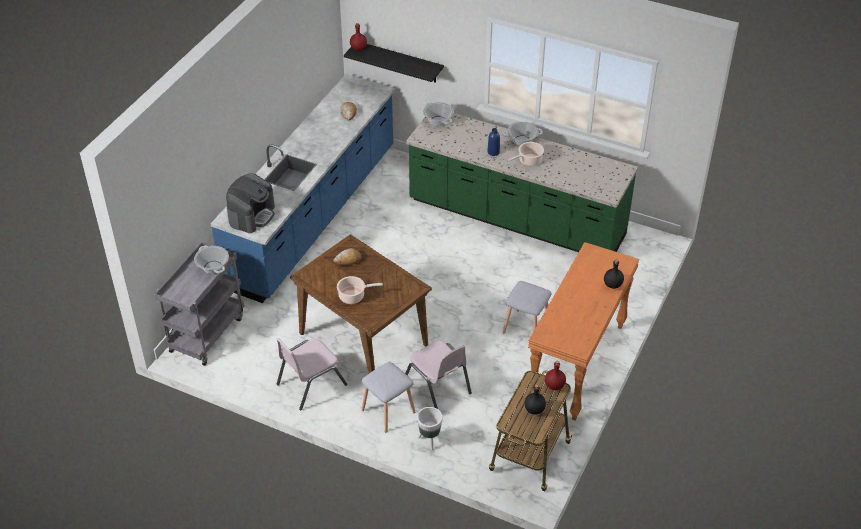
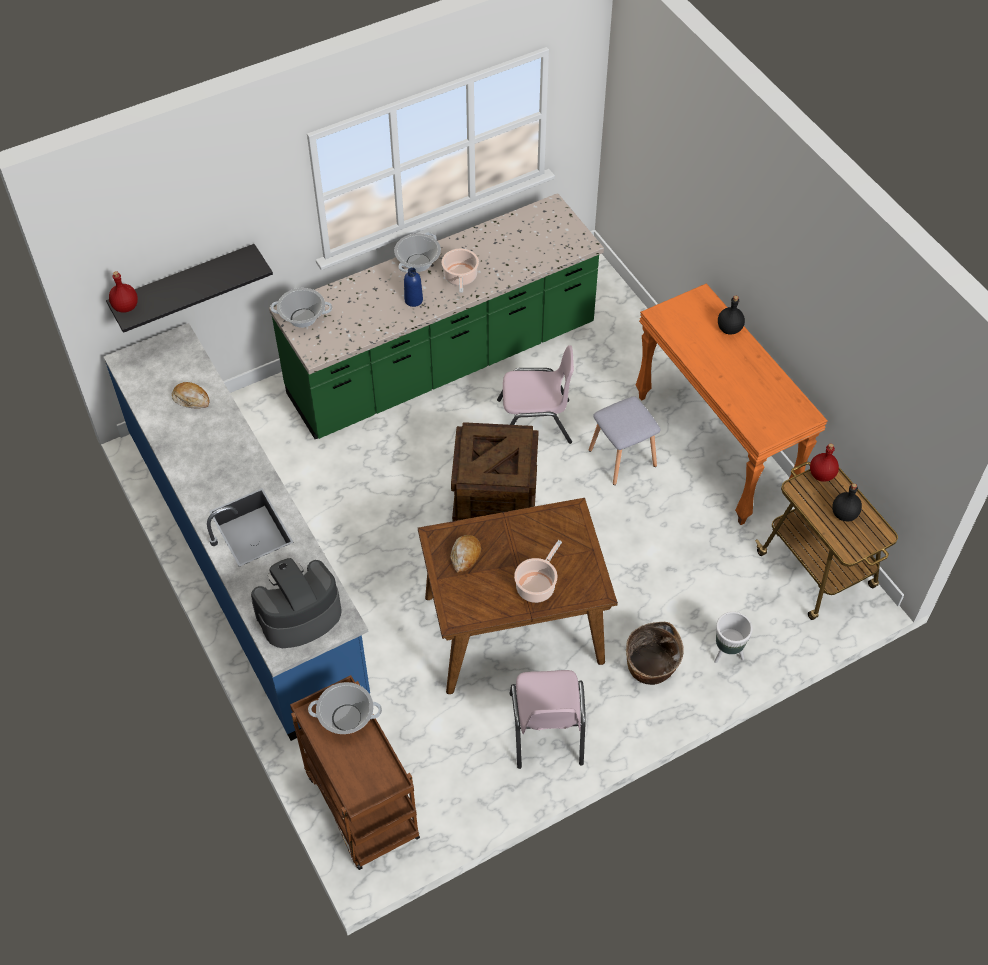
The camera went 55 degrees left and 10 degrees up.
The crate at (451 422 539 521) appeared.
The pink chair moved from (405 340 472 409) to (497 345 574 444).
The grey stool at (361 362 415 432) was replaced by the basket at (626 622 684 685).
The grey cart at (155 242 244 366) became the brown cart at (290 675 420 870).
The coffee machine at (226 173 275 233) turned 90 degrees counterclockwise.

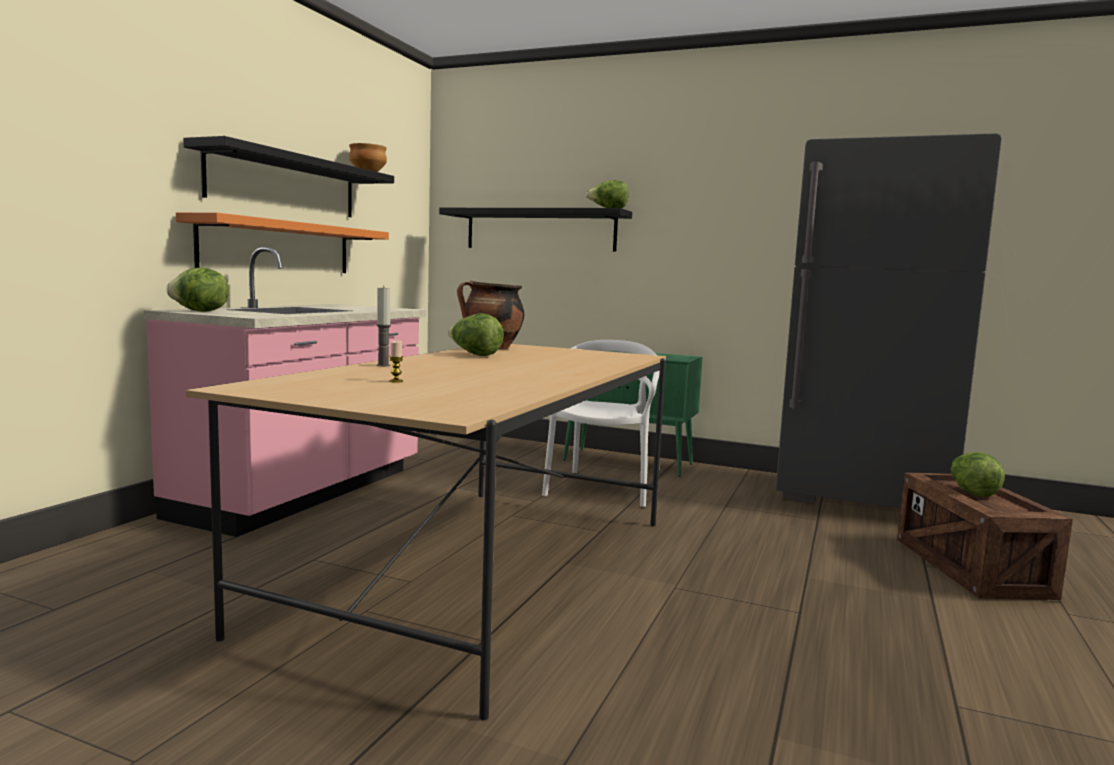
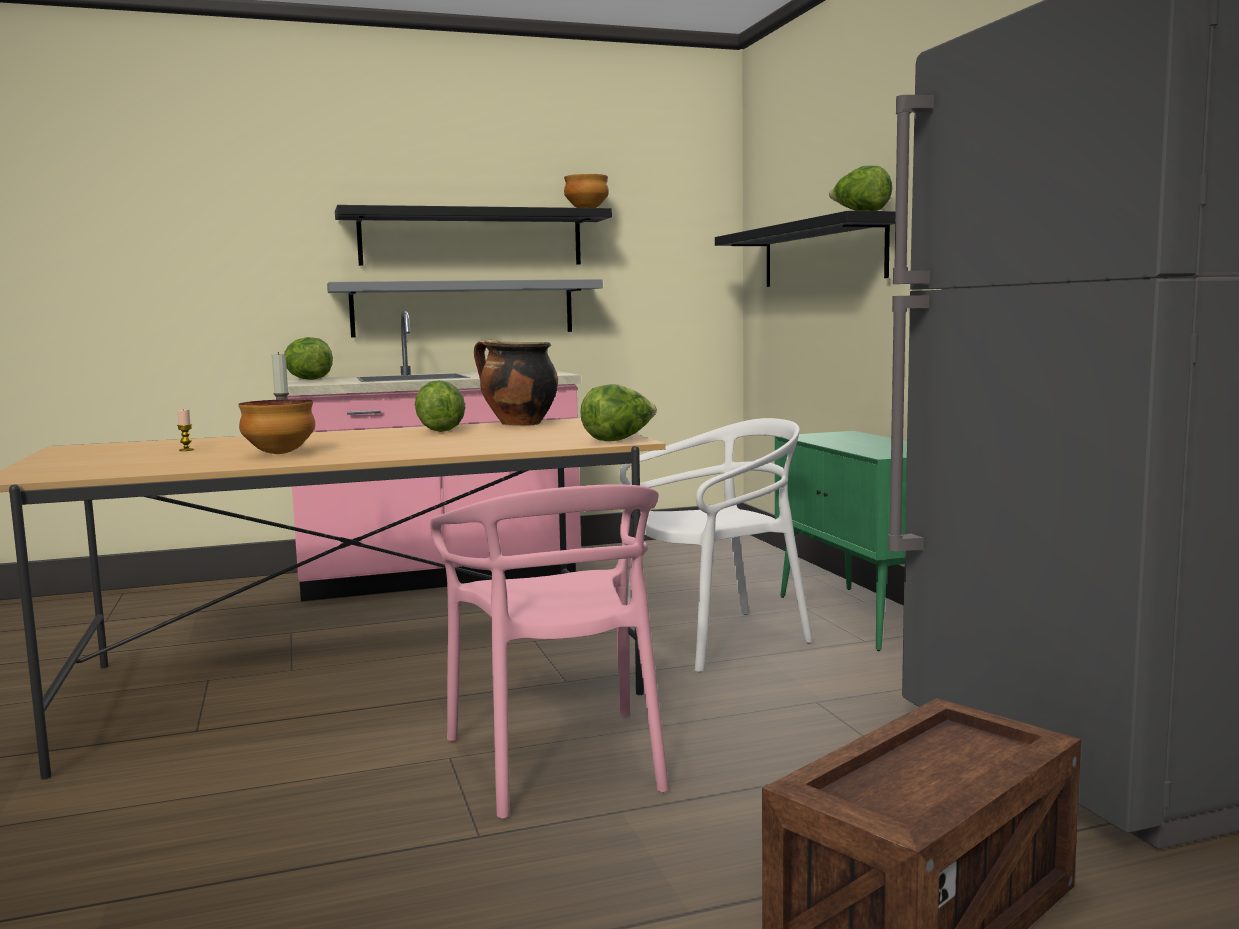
The camera went 50 degrees right and 0 degrees up.
The bowl at (238 399 315 454) appeared.
The pink chair at (430 484 668 819) appeared.
The lettuce moved from (951 452 1005 497) to (580 384 657 441).
The orange shelf at (176 212 389 273) became the grey shelf at (327 279 603 338).

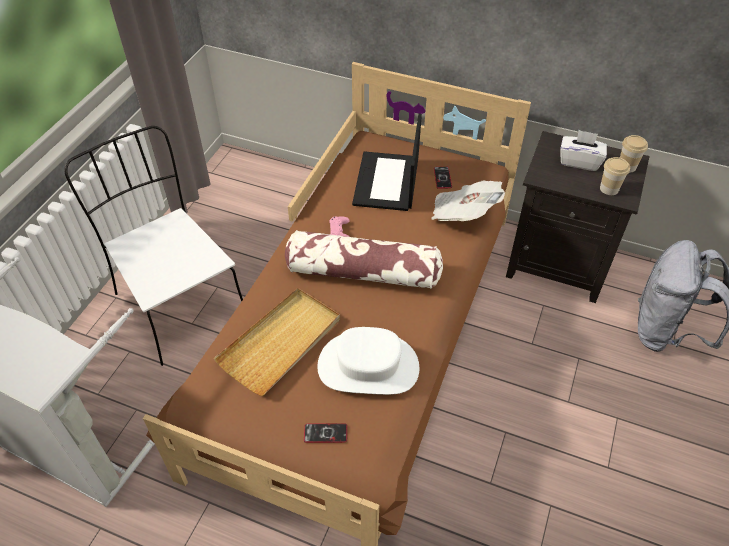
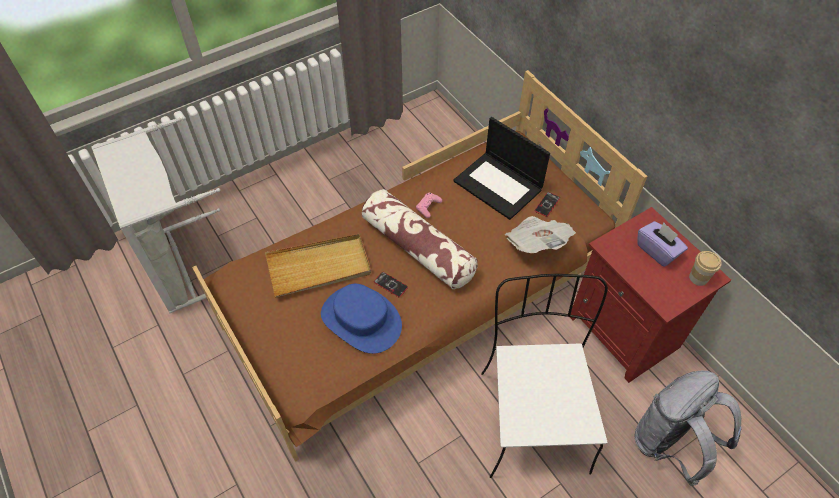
The camera went 35 degrees right and 5 degrees up.
The cup at (600 157 630 195) disappeared.
The white chair moved from (64 126 243 366) to (481 274 608 478).
The phone moved from (304 423 347 443) to (374 272 408 297).
The white hat at (317 327 419 395) became the blue hat at (321 284 402 354).
The black nightstand at (506 131 650 303) became the red nightstand at (570 207 731 383).
The white tissue box at (560 130 607 171) became the purple tissue box at (637 221 688 267).
The laptop at (352 113 422 211) turned 90 degrees counterclockwise.

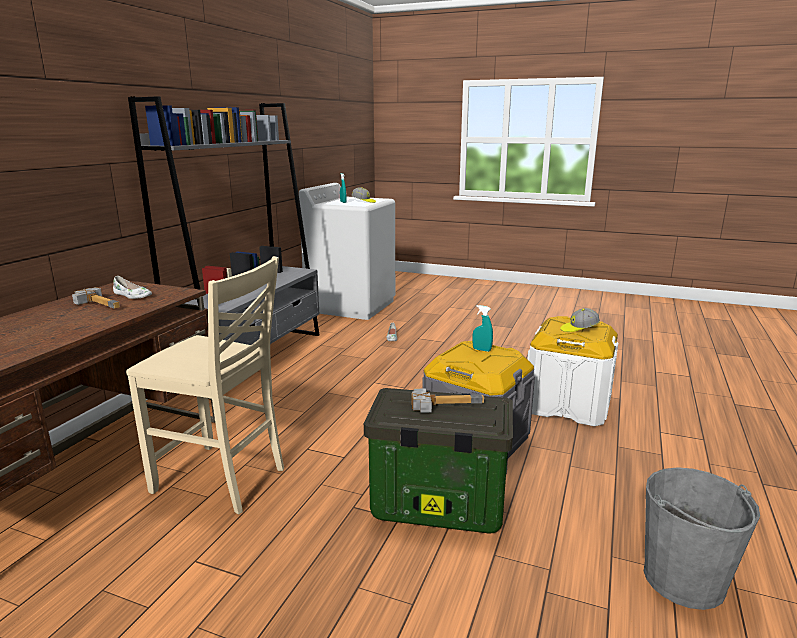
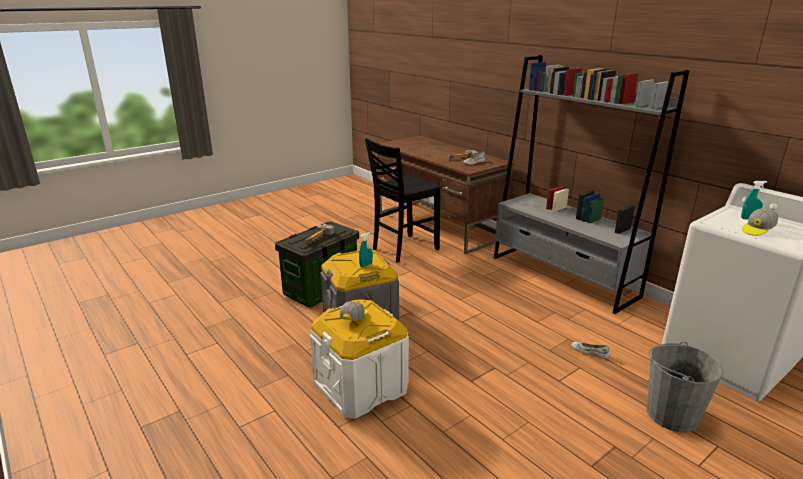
The camera went 120 degrees right and 5 degrees up.
The grey bucket moved from (644 467 760 610) to (646 342 723 432).
The beige chair at (126 256 284 514) became the black chair at (365 138 441 263).

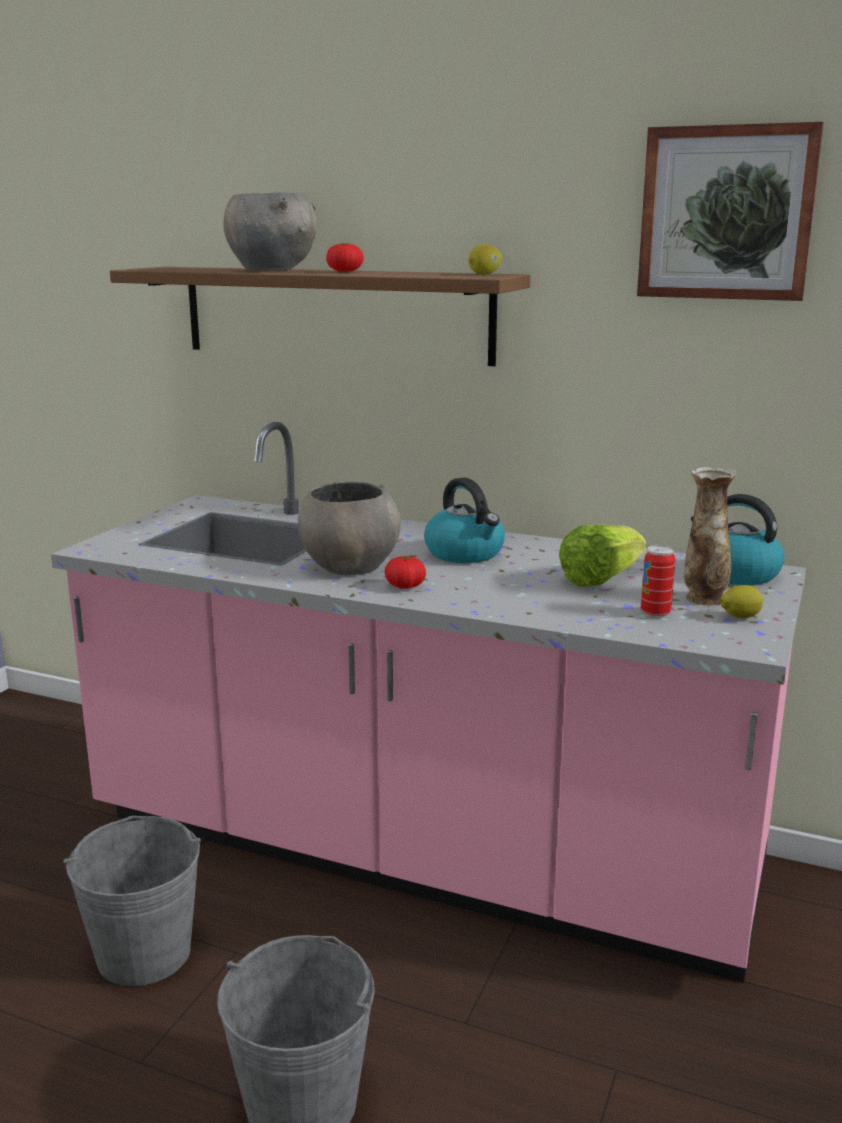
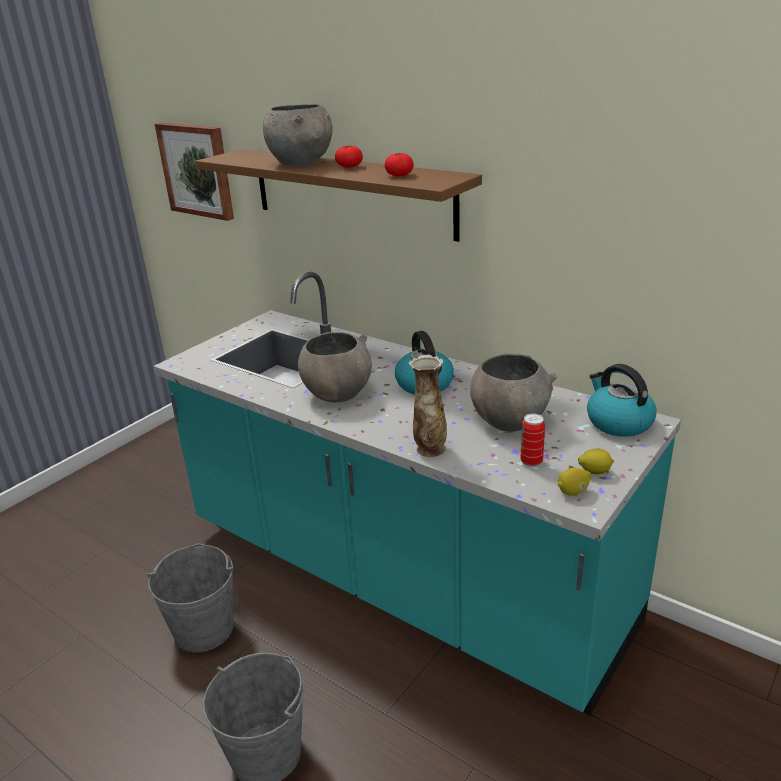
The camera went 15 degrees right and 10 degrees up.
The tomato moved from (385 556 426 589) to (385 153 414 177).
The lemon moved from (469 244 502 275) to (558 468 591 496).
The picture moved from (637 122 824 301) to (155 123 234 221).
The vase moved from (684 467 736 605) to (409 355 447 457).
The lettuce at (559 525 647 587) was replaced by the grey bowl at (470 354 558 432).
The pink counter at (51 422 806 983) became the turquoise counter at (153 272 681 715).

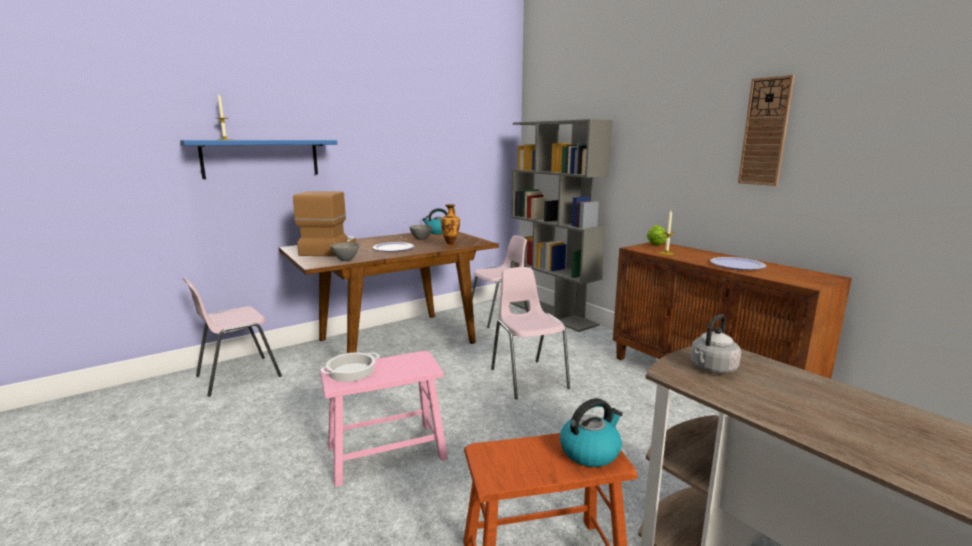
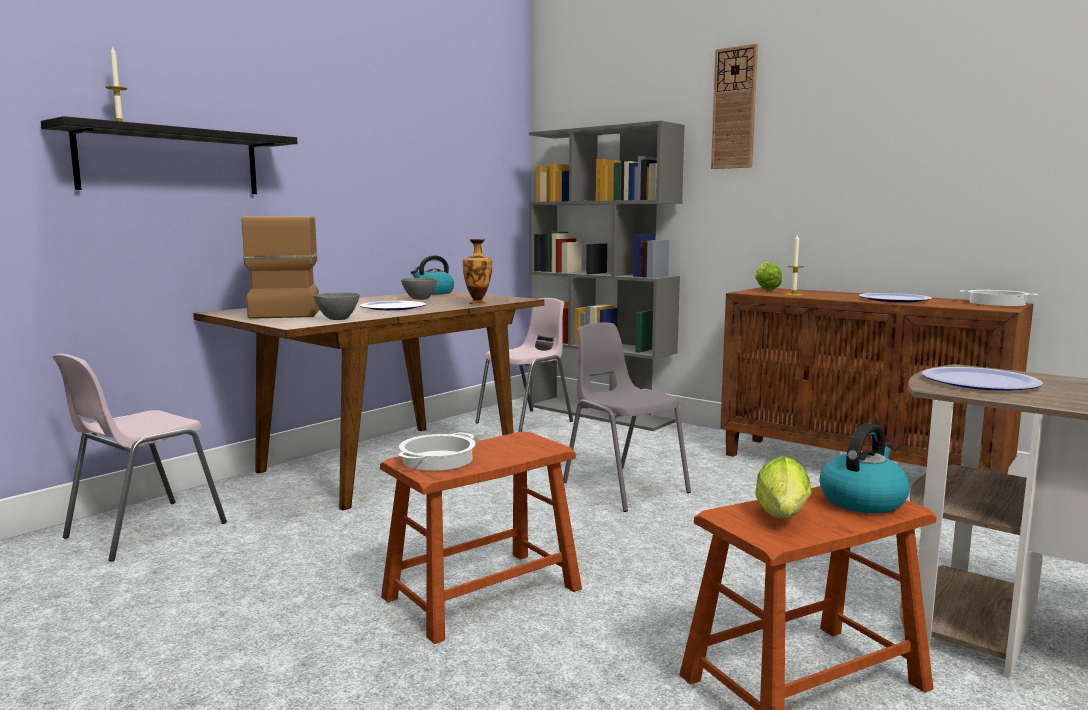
The camera went 15 degrees left and 5 degrees down.
The lettuce at (755 456 811 518) appeared.
The cooking pot at (960 290 1038 306) appeared.
The wall clock moved from (738 75 795 186) to (711 44 758 169).
The grey kettle at (691 314 741 374) was replaced by the plate at (922 367 1043 391).
The blue shelf at (180 140 337 179) became the black shelf at (41 116 298 194).
The pink stool at (320 351 448 487) became the brown stool at (380 432 582 644).
The pink chair at (491 267 570 399) became the grey chair at (563 322 691 512).

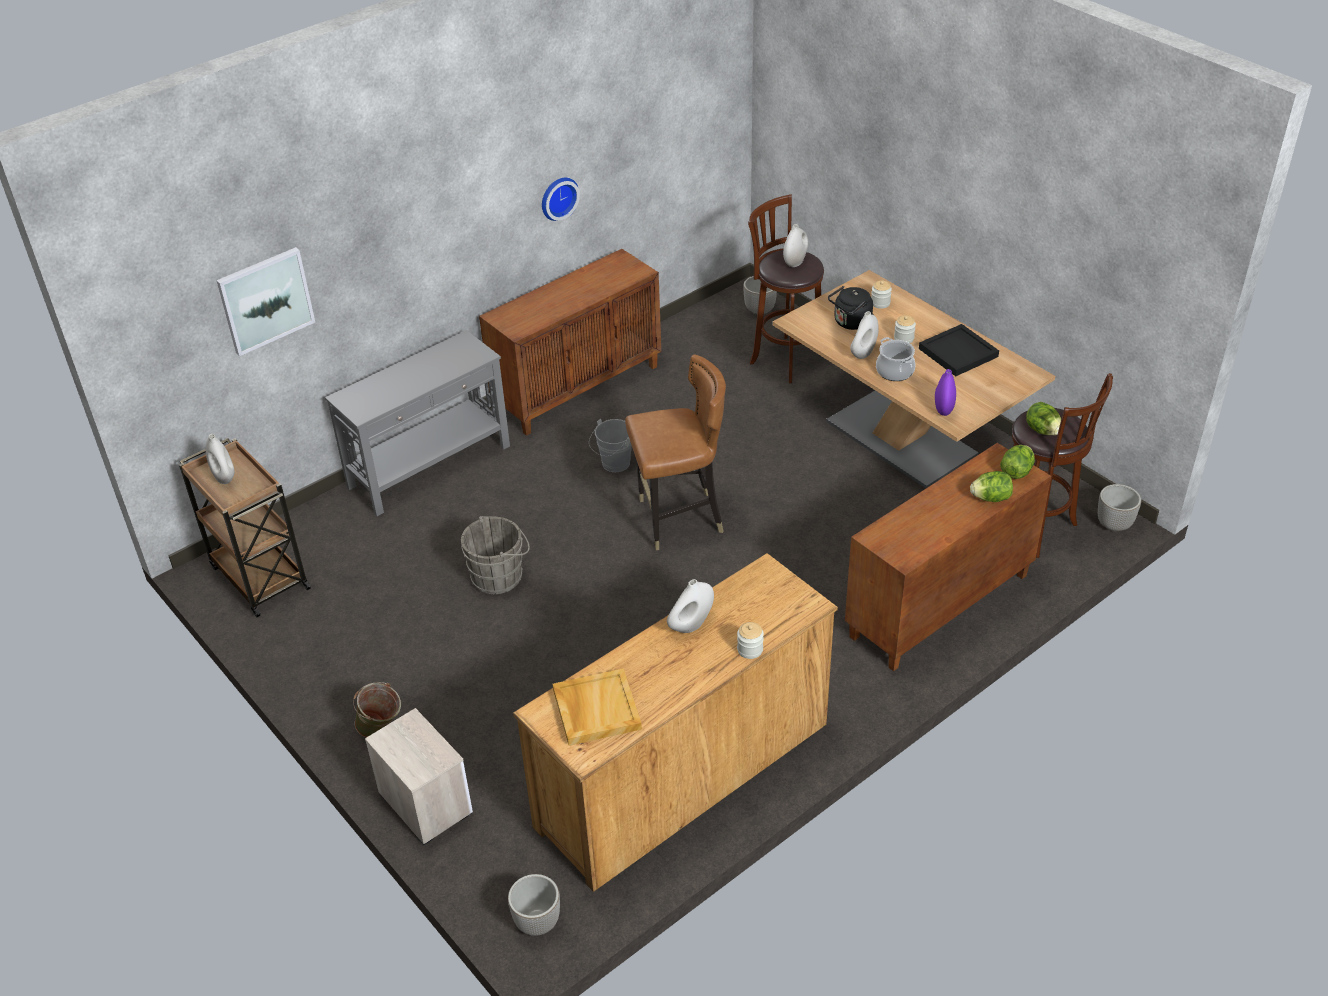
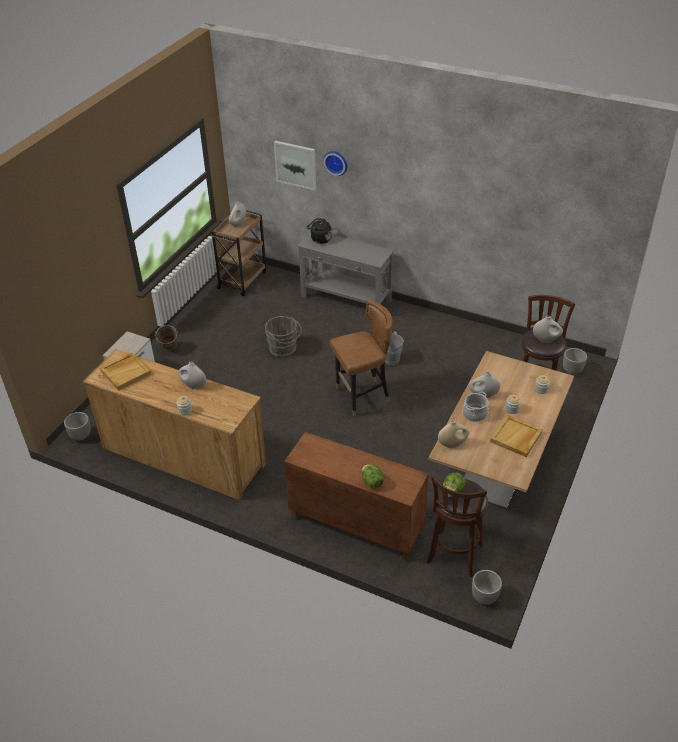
The camera went 65 degrees right and 0 degrees up.
The brown cabinet at (479 249 661 436) disappeared.
The lettuce at (1000 445 1035 479) disappeared.
The wall clock moved from (542 178 580 221) to (323 151 347 176).
The black kettle moved from (828 286 874 330) to (307 218 332 244).
The black tray at (919 324 999 376) became the beige tray at (490 415 543 457).
The purple vase at (935 369 956 416) became the beige vase at (438 420 470 448).
The brown chair at (625 354 726 550) turned 75 degrees counterclockwise.

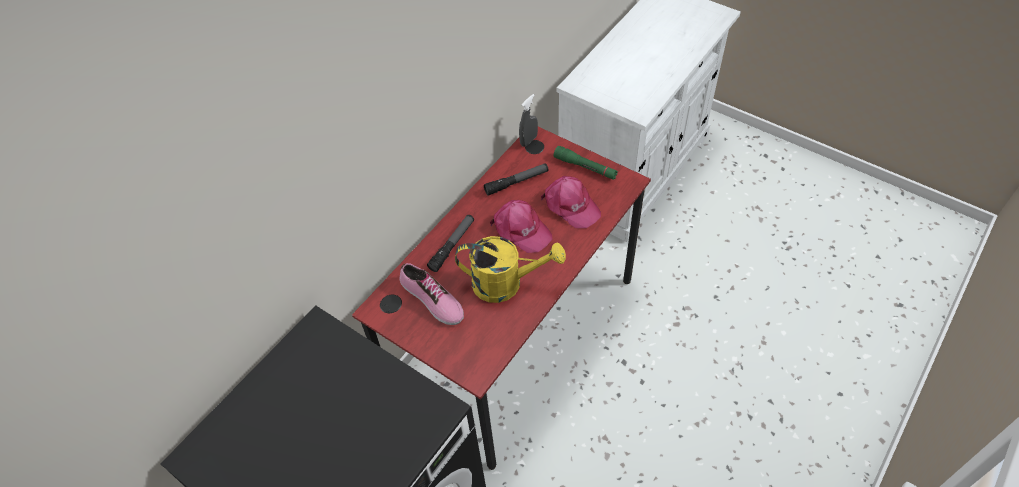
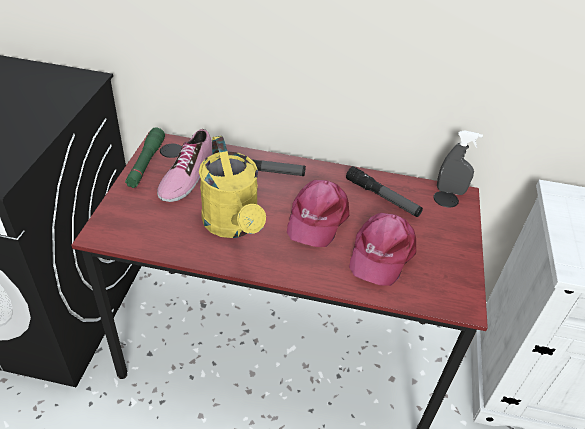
The camera went 60 degrees right and 10 degrees down.
The green flashlight moved from (554 146 618 180) to (125 127 165 188).

